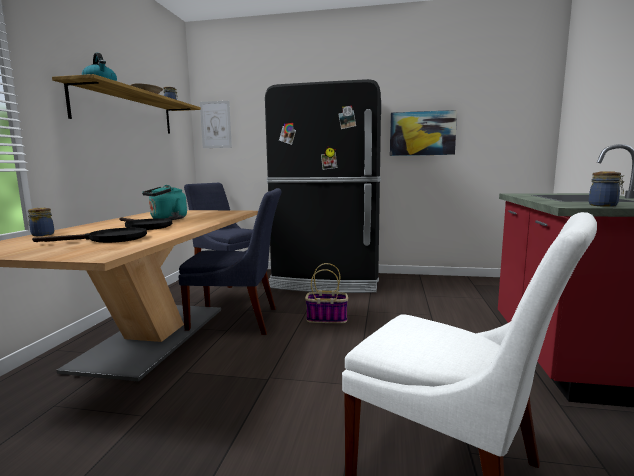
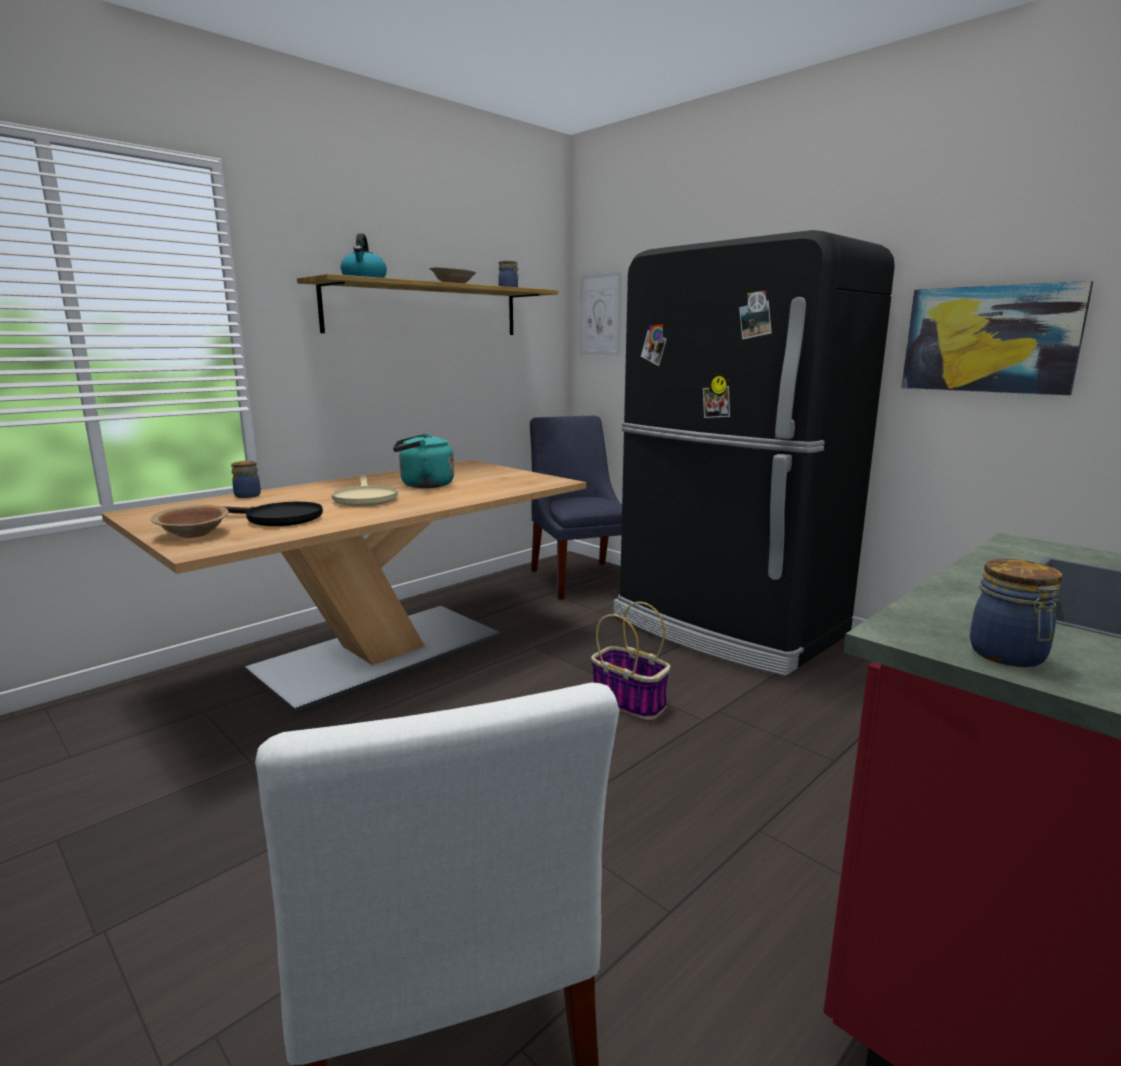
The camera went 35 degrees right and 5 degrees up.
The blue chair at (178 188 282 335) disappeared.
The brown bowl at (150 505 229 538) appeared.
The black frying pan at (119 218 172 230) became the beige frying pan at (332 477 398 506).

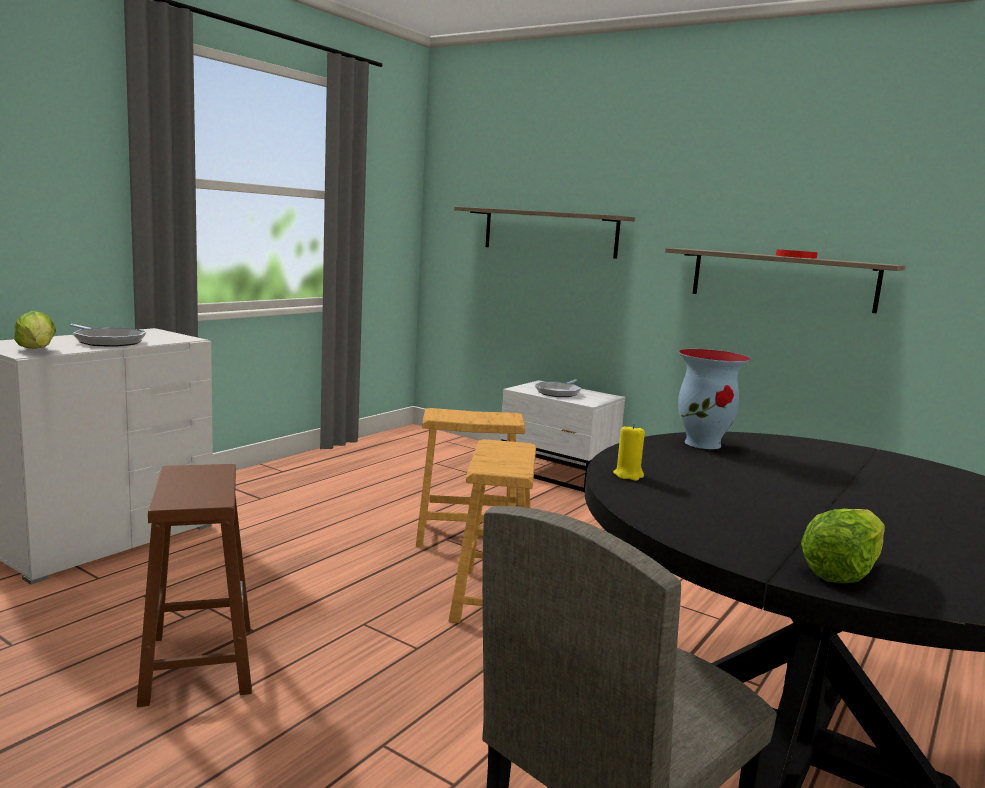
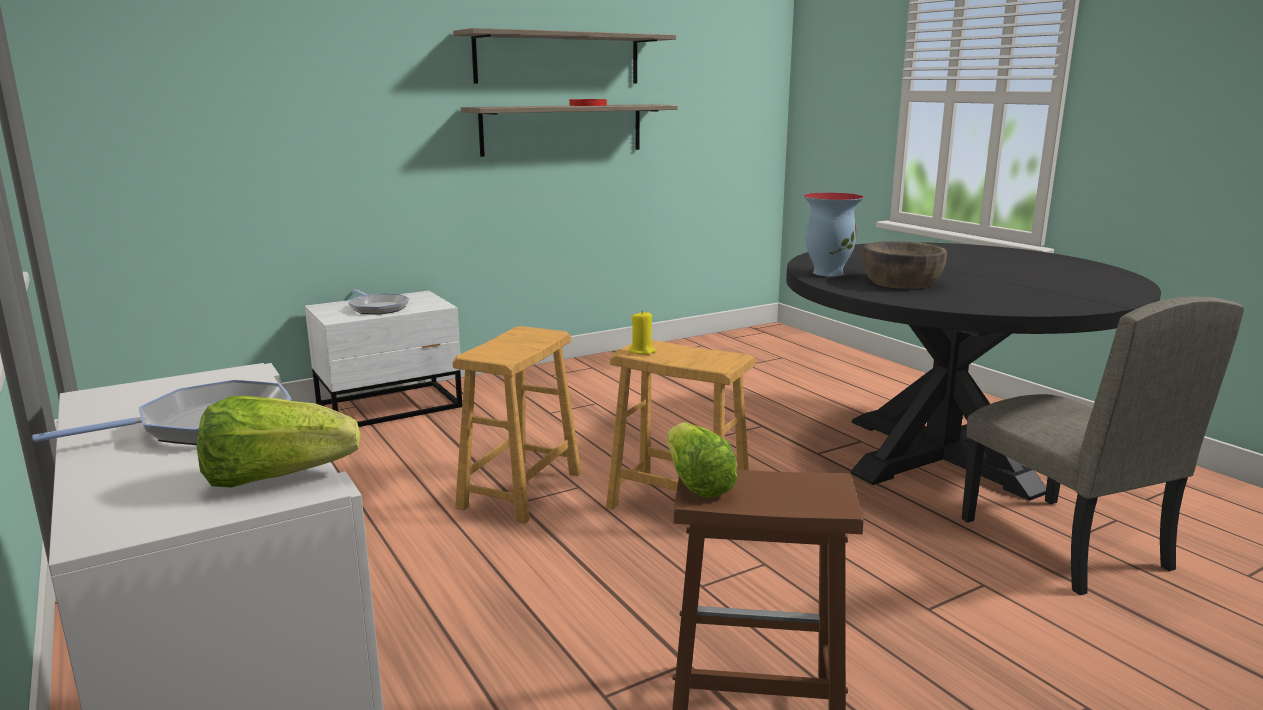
The camera went 65 degrees left and 5 degrees up.
The brown bowl at (863 241 947 289) appeared.
The shelf moved from (454 207 635 259) to (453 28 676 83).
The yellow candle moved from (613 424 645 481) to (629 310 656 355).
The lettuce moved from (801 509 885 583) to (666 423 737 498).

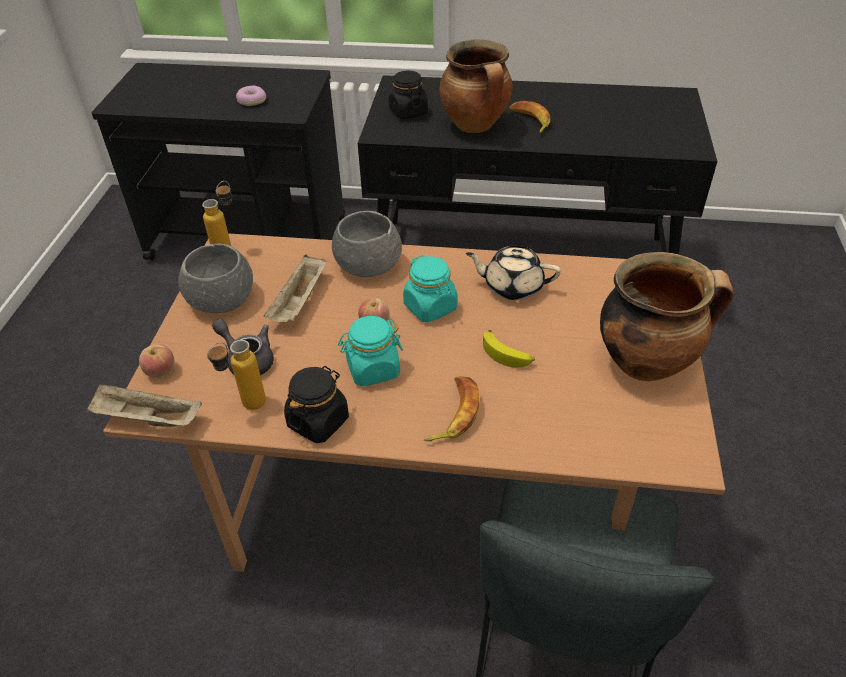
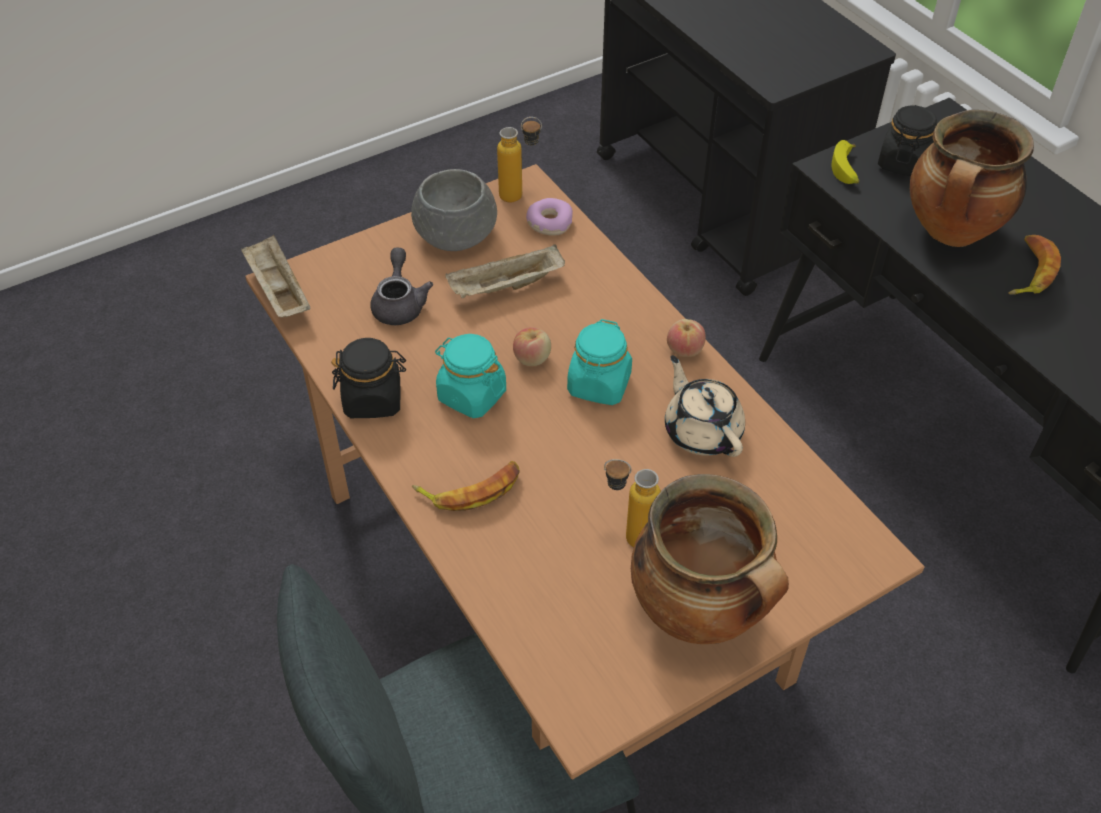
The camera went 50 degrees right and 5 degrees up.
The grey bowl at (332 211 402 277) disappeared.
The apple moved from (139 344 174 378) to (667 319 706 357).
The bottle moved from (207 340 266 410) to (604 459 661 548).
The donut moved from (236 86 266 106) to (526 198 573 236).
The banana moved from (483 330 535 367) to (831 140 859 184).

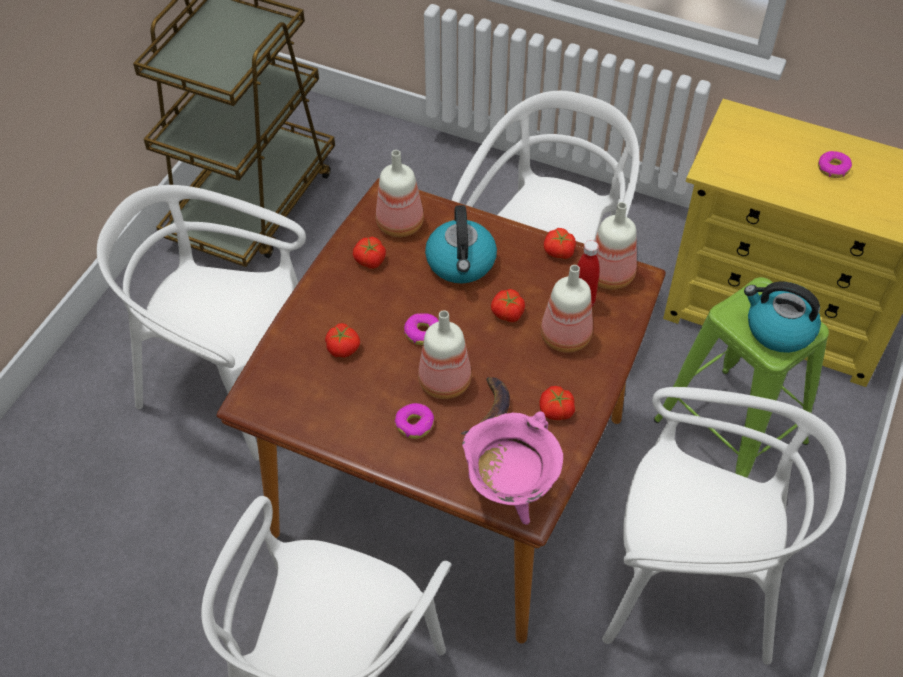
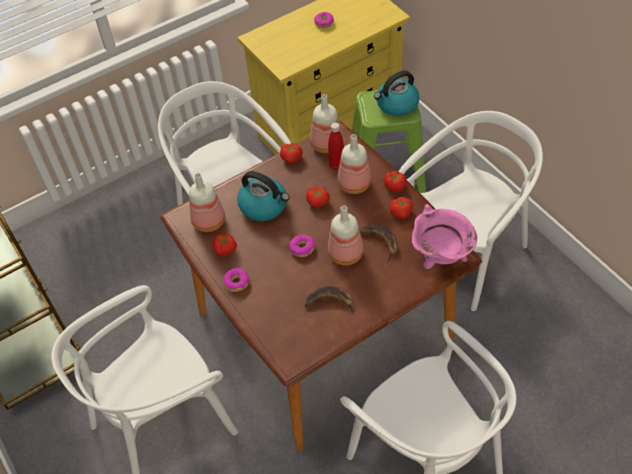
The camera went 55 degrees left and 0 degrees up.
The banana at (304 286 353 315) appeared.
The tomato moved from (325 323 360 358) to (383 171 406 192).
The donut moved from (395 403 434 439) to (223 268 249 292).

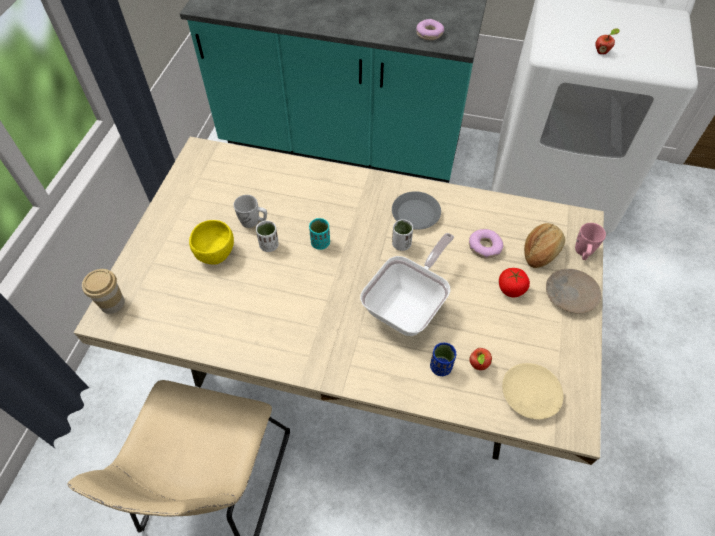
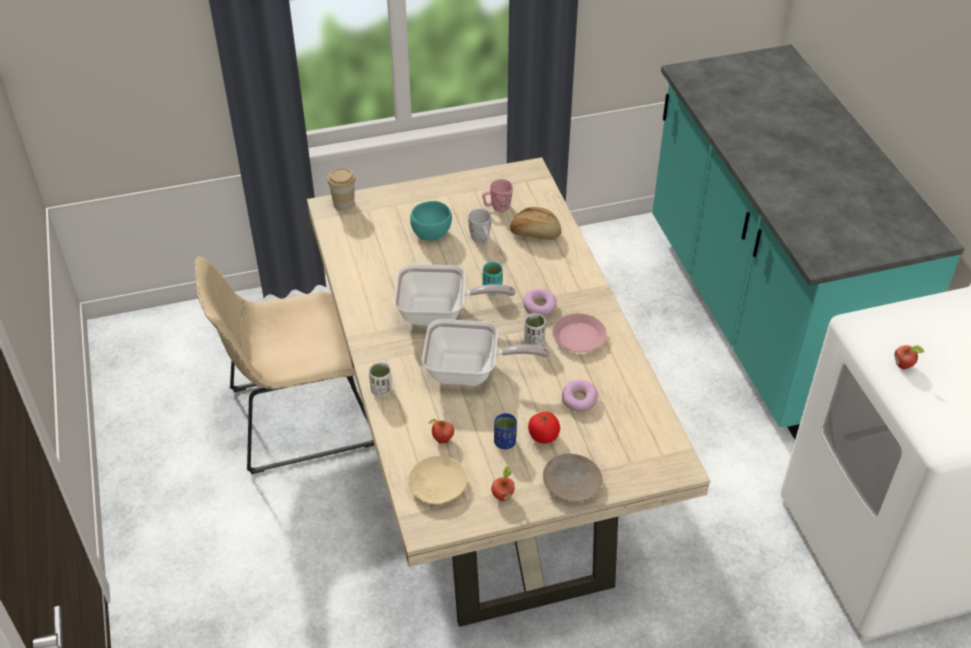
The camera went 60 degrees right and 10 degrees down.
The frying pan at (394 264 515 325) appeared.
The apple at (491 466 515 501) appeared.
The white cup moved from (256 221 279 252) to (369 362 392 397).
The donut moved from (416 19 444 40) to (523 289 557 317).
The blue cup moved from (430 343 456 376) to (494 413 517 449).
The bread moved from (524 223 565 268) to (510 207 561 240).
The pink mug moved from (575 223 606 260) to (482 179 513 212).
The yellow bowl at (189 220 234 265) became the turquoise bowl at (410 201 452 241).
The grey plate at (392 191 441 230) became the pink plate at (552 313 607 352).

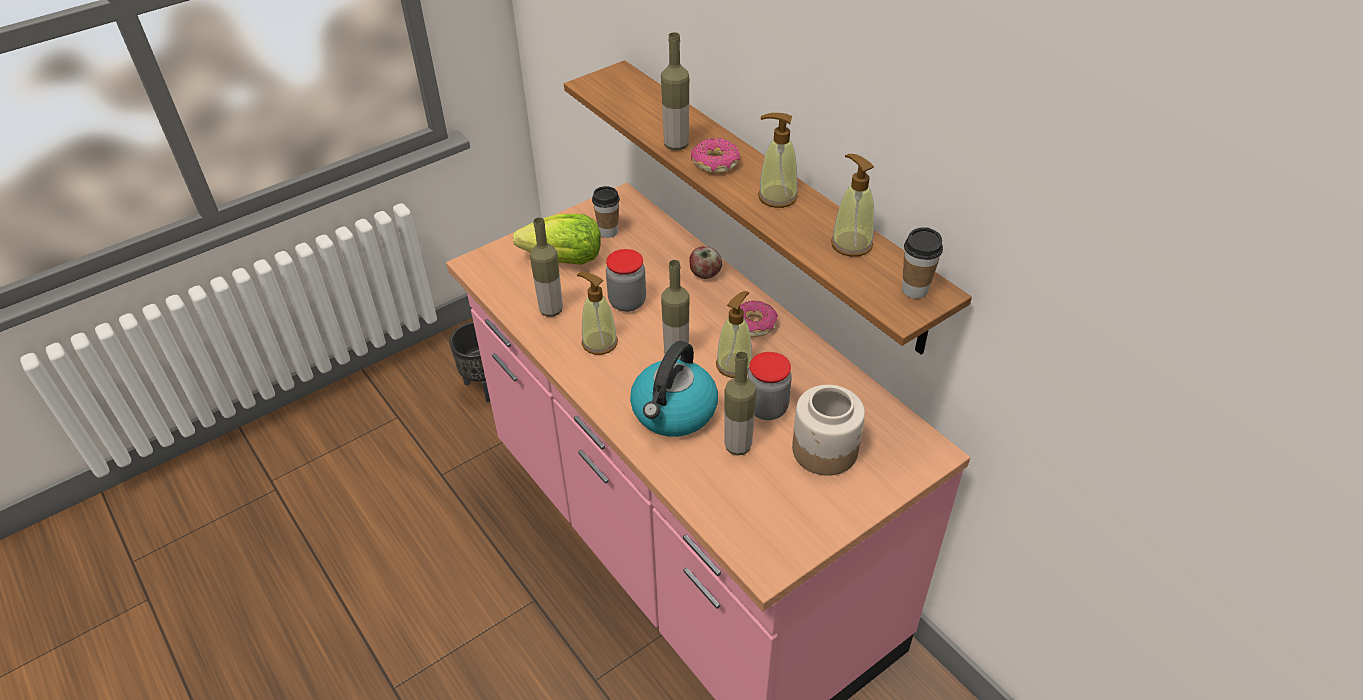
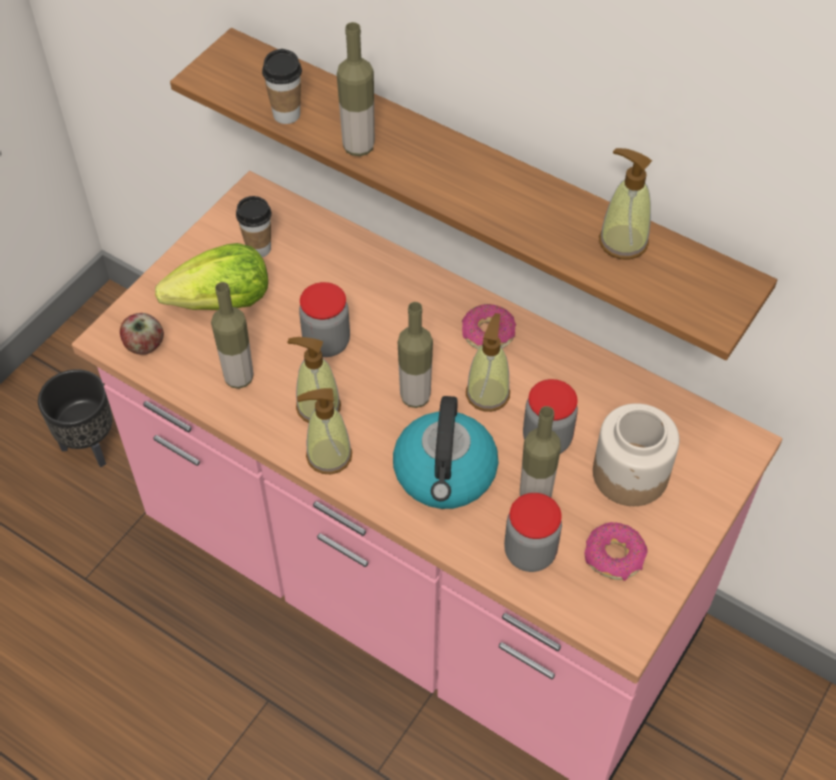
The camera went 20 degrees left and 10 degrees up.
The jar at (504 493 562 572) appeared.
The apple moved from (689 246 722 279) to (120 313 164 355).
The donut moved from (691 138 740 173) to (584 522 648 581).
The soap dispenser moved from (758 113 798 208) to (297 388 352 474).
The cup moved from (902 227 943 299) to (262 49 302 124).

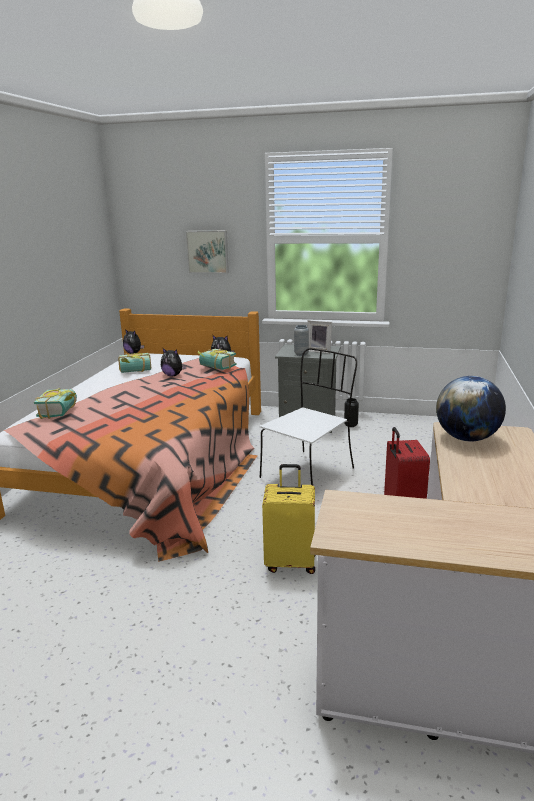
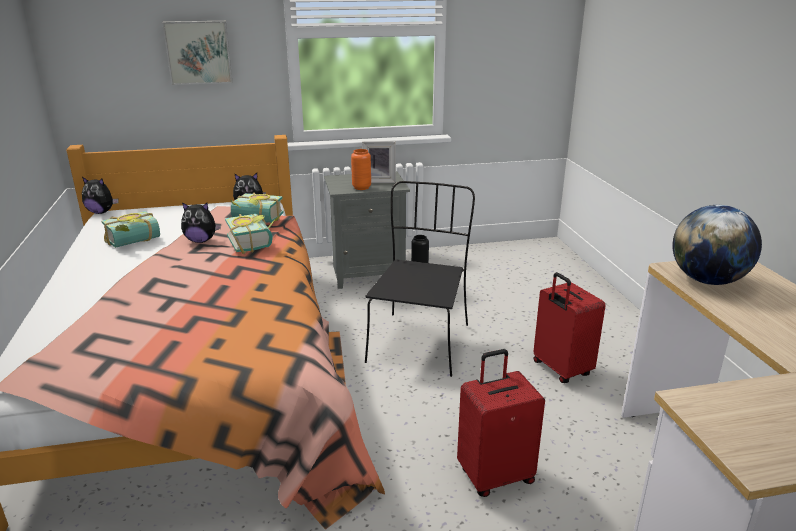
The camera went 25 degrees left and 5 degrees up.
The book moved from (34 388 77 419) to (225 214 281 254).
The white chair at (260 348 357 485) became the black chair at (365 181 475 377).
The yellow suitcase at (262 464 315 574) became the red suitcase at (457 349 545 497).
The grey vase at (294 325 309 356) became the orange vase at (351 149 371 190).

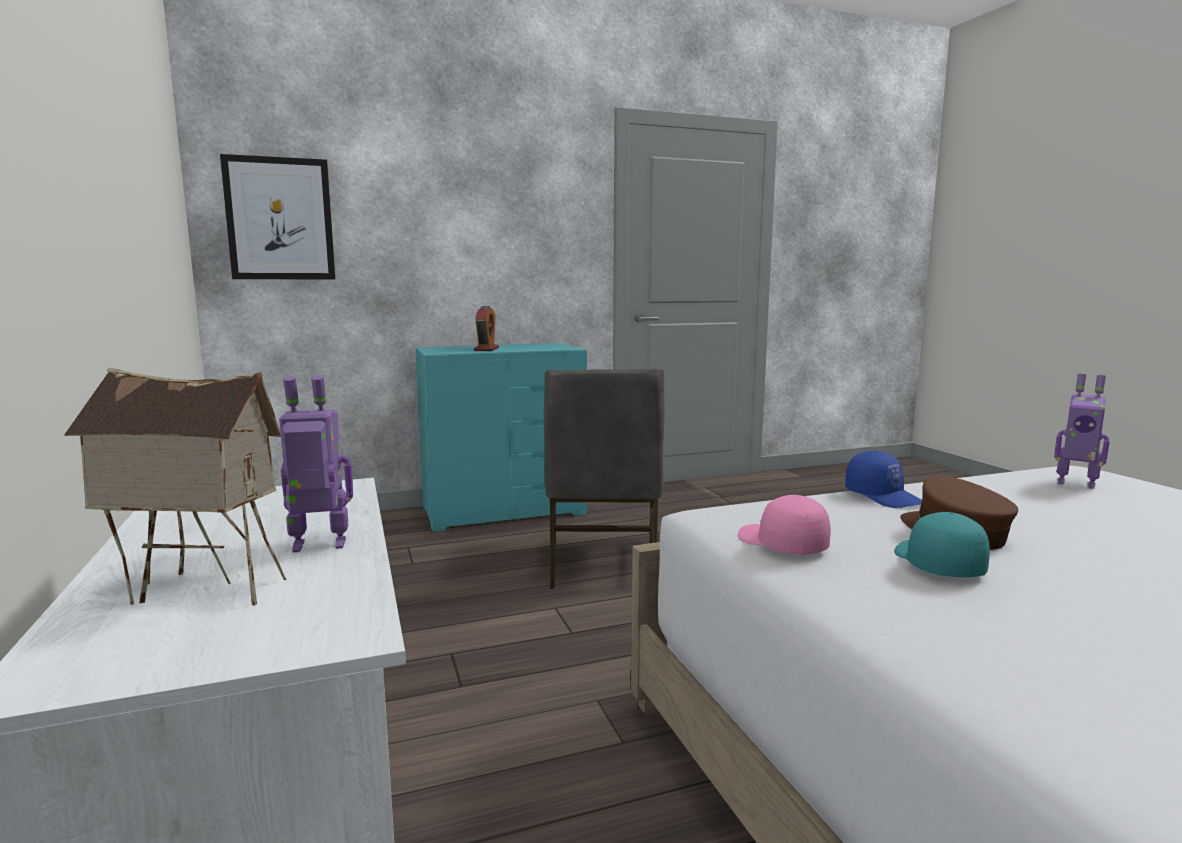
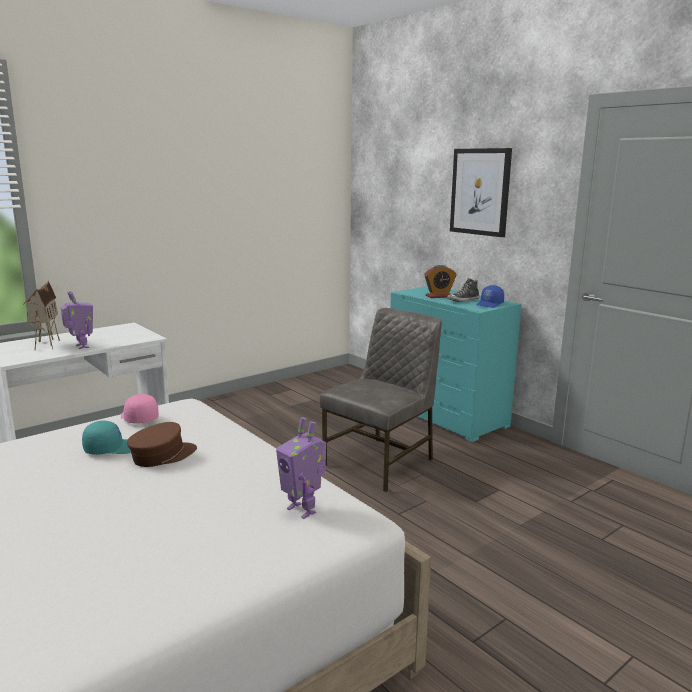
The camera went 70 degrees right and 5 degrees up.
The shoe at (447 278 479 302) appeared.
The picture moved from (220 154 335 279) to (450 148 512 237).
The blue cap moved from (845 451 922 508) to (476 285 504 308).
The grey chair at (544 368 665 589) turned 150 degrees clockwise.
The pink cap at (738 495 831 555) turned 75 degrees counterclockwise.
The toy robot at (1054 374 1110 489) turned 60 degrees counterclockwise.

